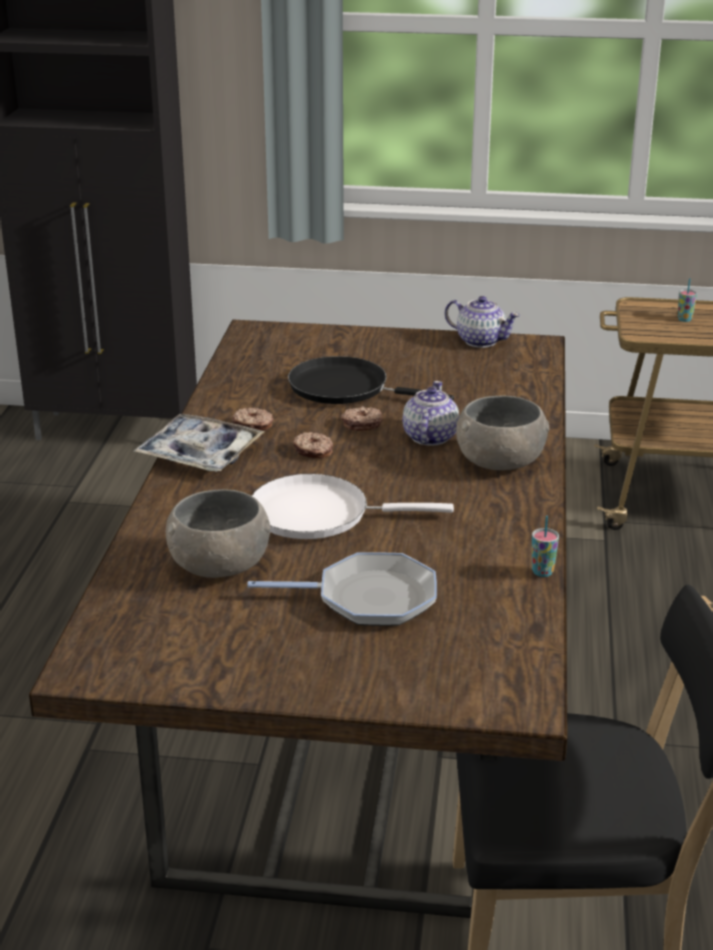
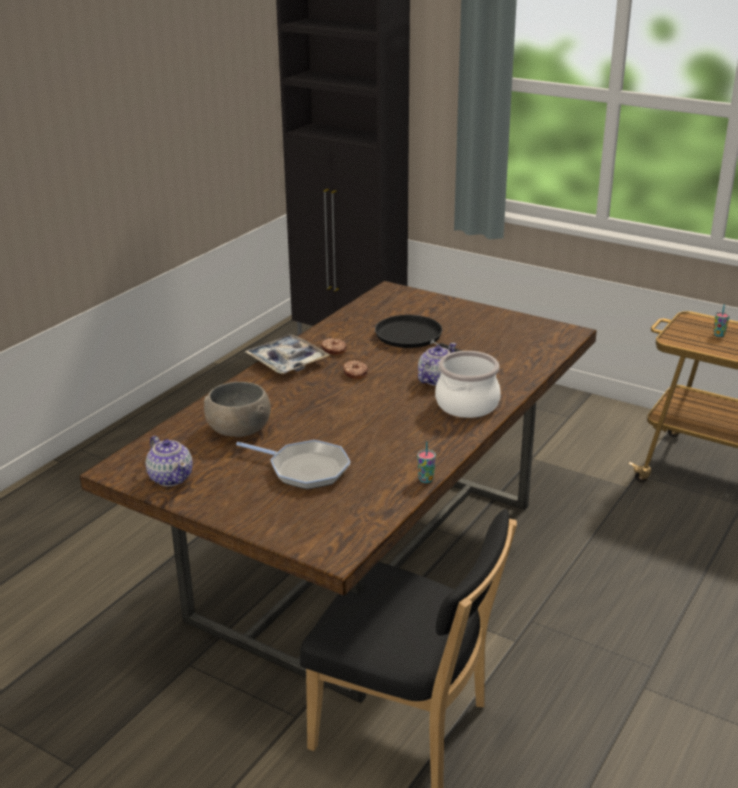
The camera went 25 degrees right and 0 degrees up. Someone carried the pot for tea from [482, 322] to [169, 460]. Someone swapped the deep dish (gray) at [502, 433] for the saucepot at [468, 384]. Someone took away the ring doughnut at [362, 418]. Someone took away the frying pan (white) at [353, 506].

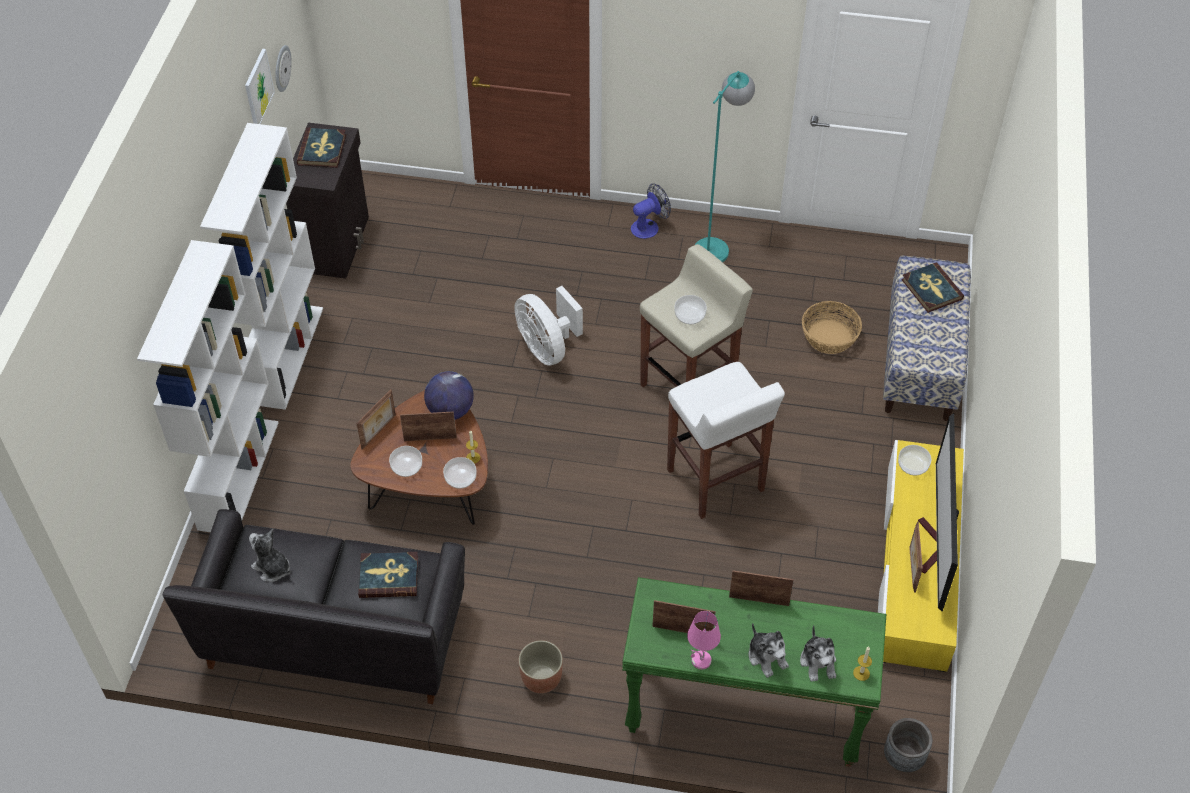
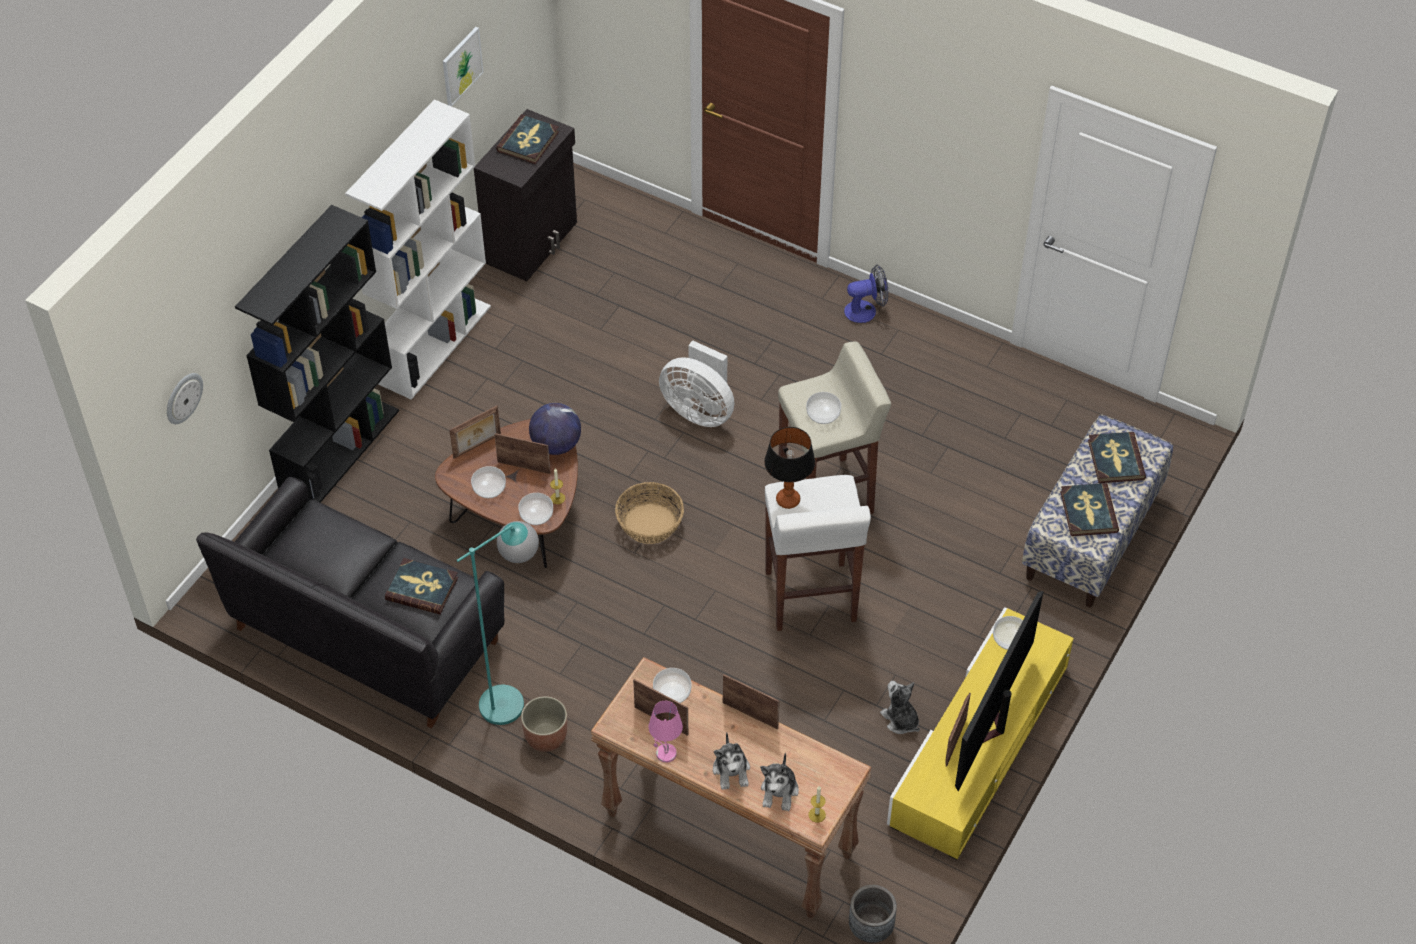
The camera went 20 degrees right and 0 degrees up. Someone carried the wall clock from [284, 68] to [185, 398]. Someone carried the standing lamp (blue-green) from [725, 166] to [497, 623]. Someone repainted the shelving unit (white) at [208, 386], which became the shelving unit (black-coloured) at [317, 354]. Someone rotated the cooling fan (white) at [548, 326] by 45 degrees counterclockwise. Someone carried the household basket from [832, 327] to [649, 513]. Someone carried the cuddly toy from [270, 555] to [900, 707]. Someone repainted the hall table (green-coloured) at [754, 672], which became the hall table (brownish) at [731, 788]. Someone put down the lamp for a table at [789, 468]. Someone put down the volume at [1089, 509]. Someone put down the deep dish at [672, 685].

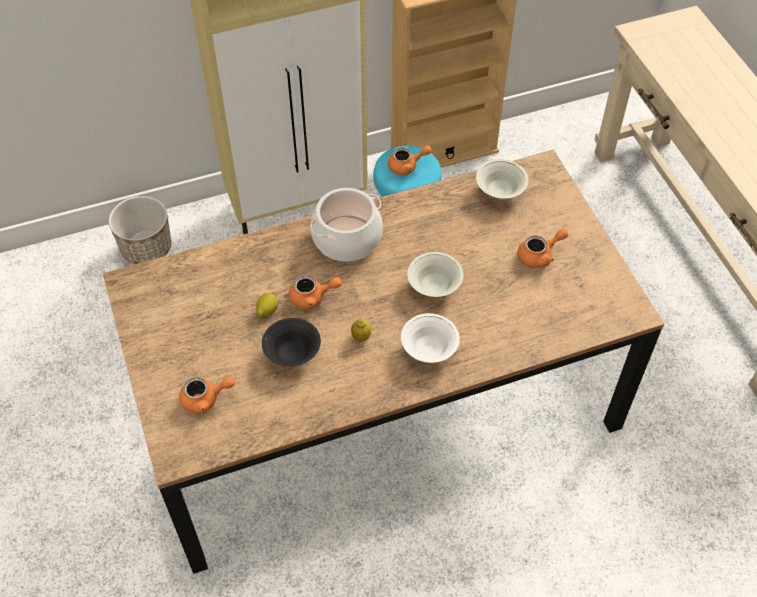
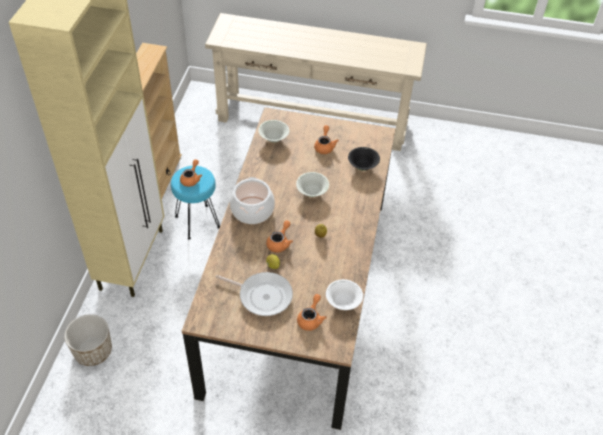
The camera went 60 degrees left and 5 degrees down. Someone carried the deep dish (white) from [430, 338] to [344, 294]. Someone carried the deep dish (black-coloured) from [291, 342] to [364, 159]. Someone put down the frying pan at [254, 294].

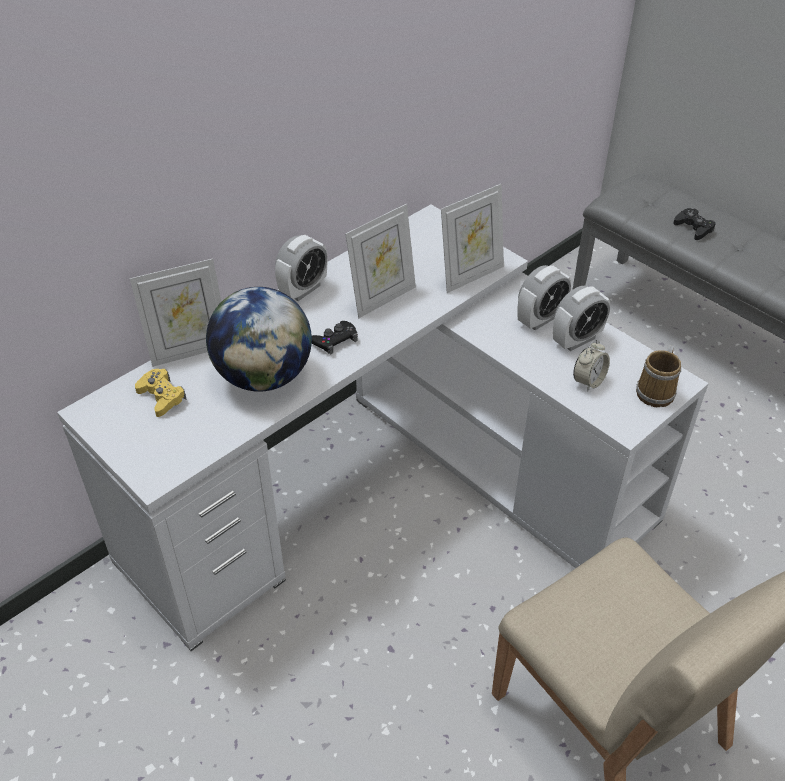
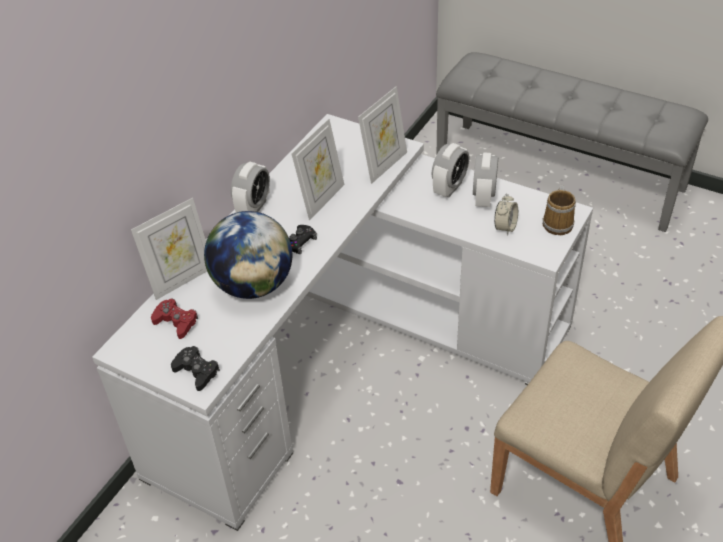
The camera went 15 degrees left and 0 degrees up. Someone carried the joypad (black-coloured) from [695, 224] to [195, 368]. Someone rotated the alarm clock at [581, 318] by 150 degrees clockwise. Someone repainted the joypad (yellow-coloured) at [161, 393], which became the joypad (red) at [174, 319].

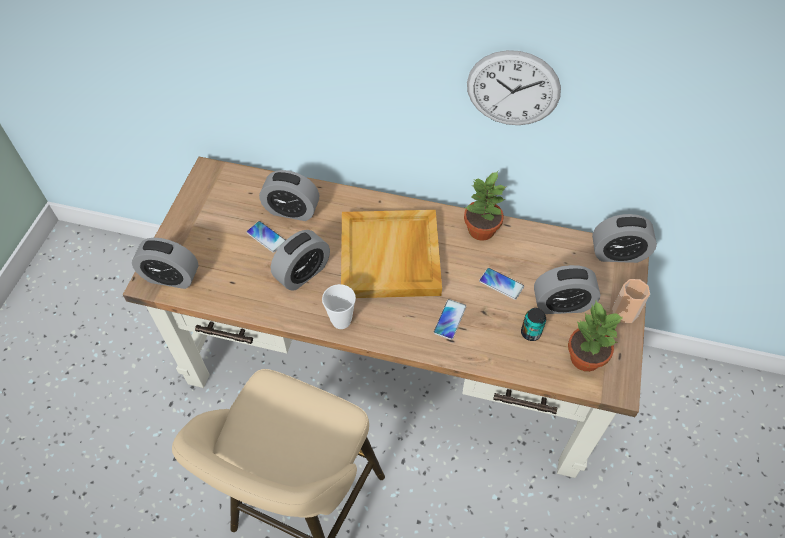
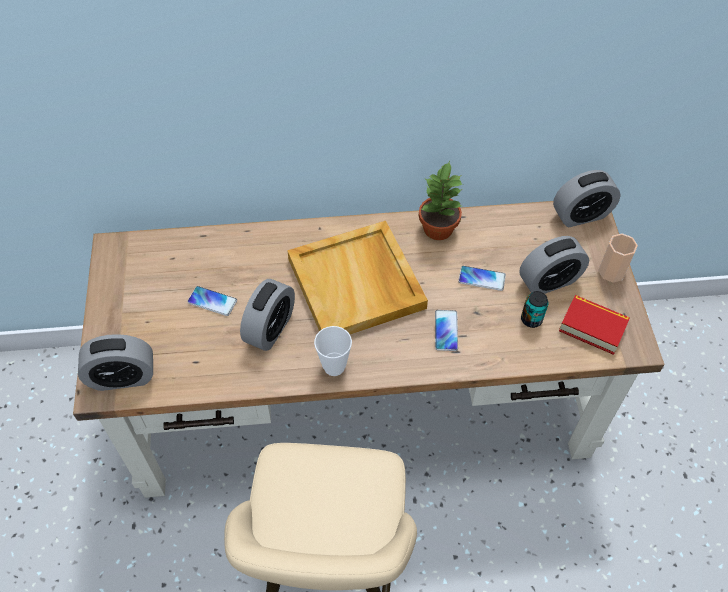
The camera went 20 degrees left and 0 degrees up. Someone took away the wall clock at [514, 87]. Someone took away the alarm clock at [289, 195]. Someone swapped the plant in a pot at [595, 336] for the volume at [594, 325].

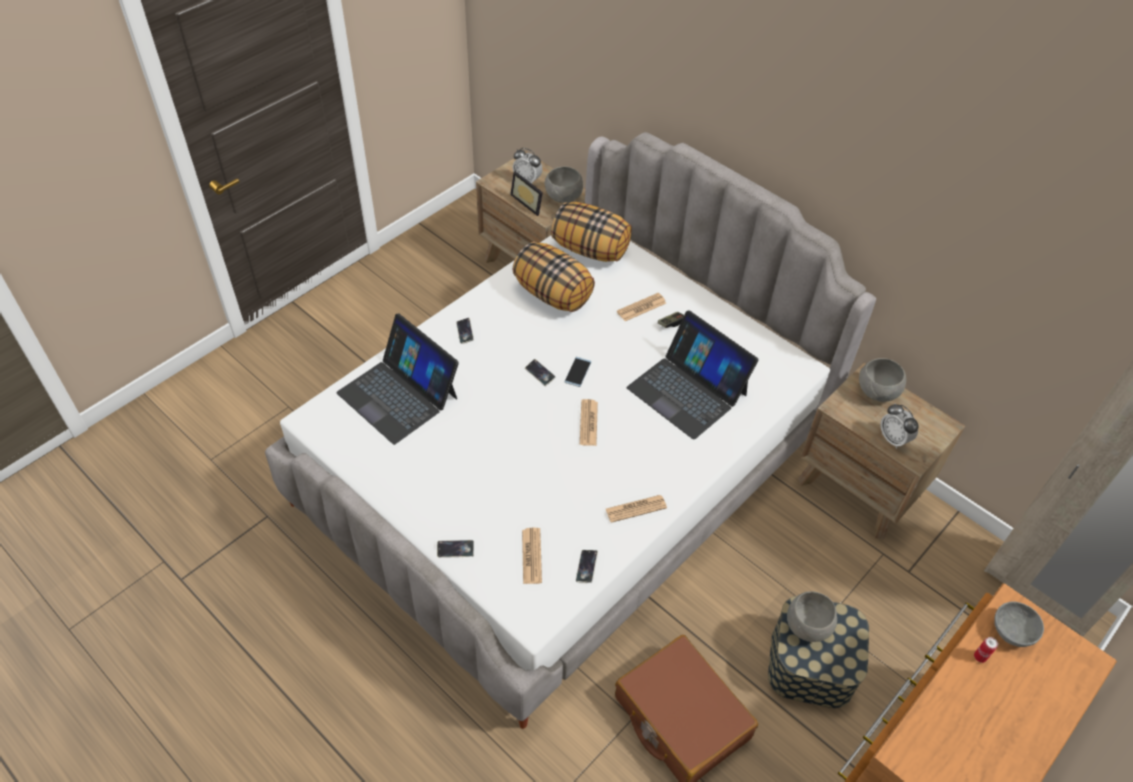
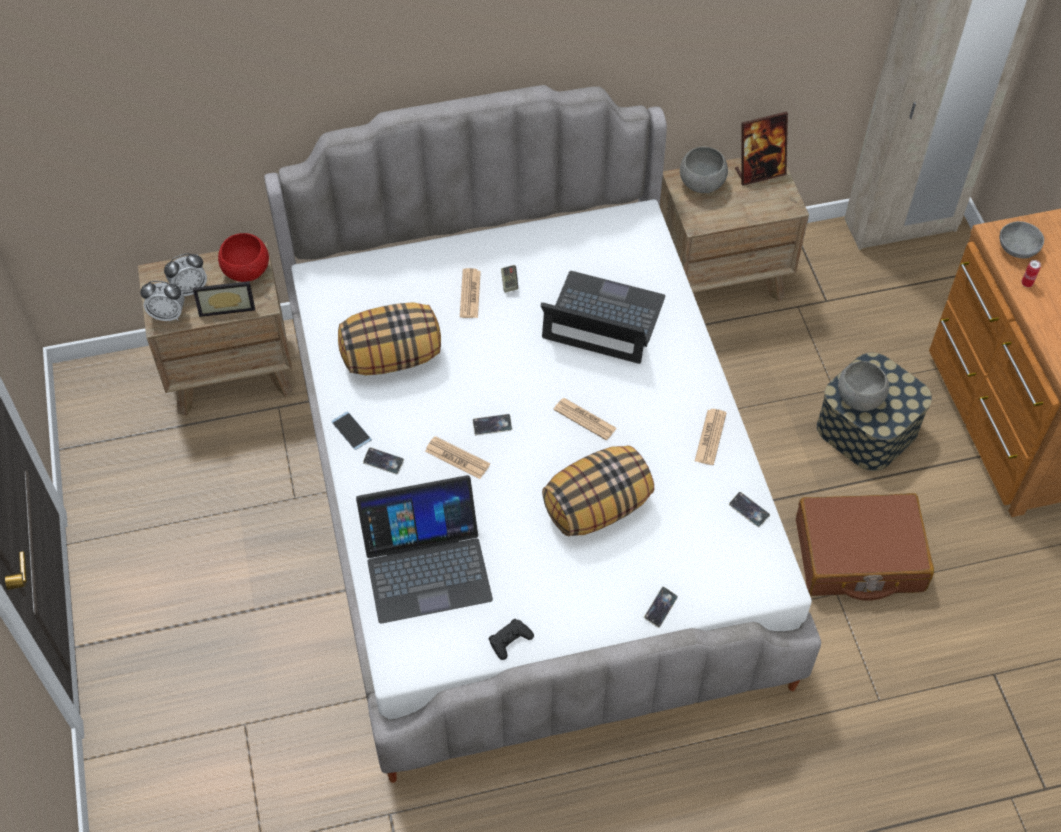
The camera went 55 degrees left and 5 degrees up. Someone repainted the deep dish (gray) at [563, 184], which became the deep dish (red) at [243, 257]. Someone carried the throw pillow from [591, 232] to [598, 490]. Someone rotated the notebook computer at [693, 375] by 150 degrees counterclockwise. Someone carried the telephone from [577, 372] to [351, 431]. Someone carried the alarm clock from [899, 426] to [162, 301]. Someone carried the printed paper from [532, 556] to [457, 457]. Someone put down the photo frame at [761, 149]. Someone put down the joypad (black-coloured) at [511, 639].

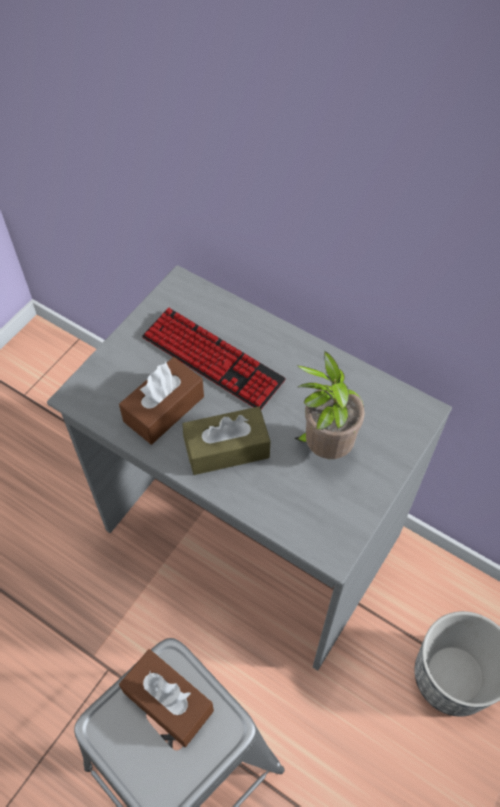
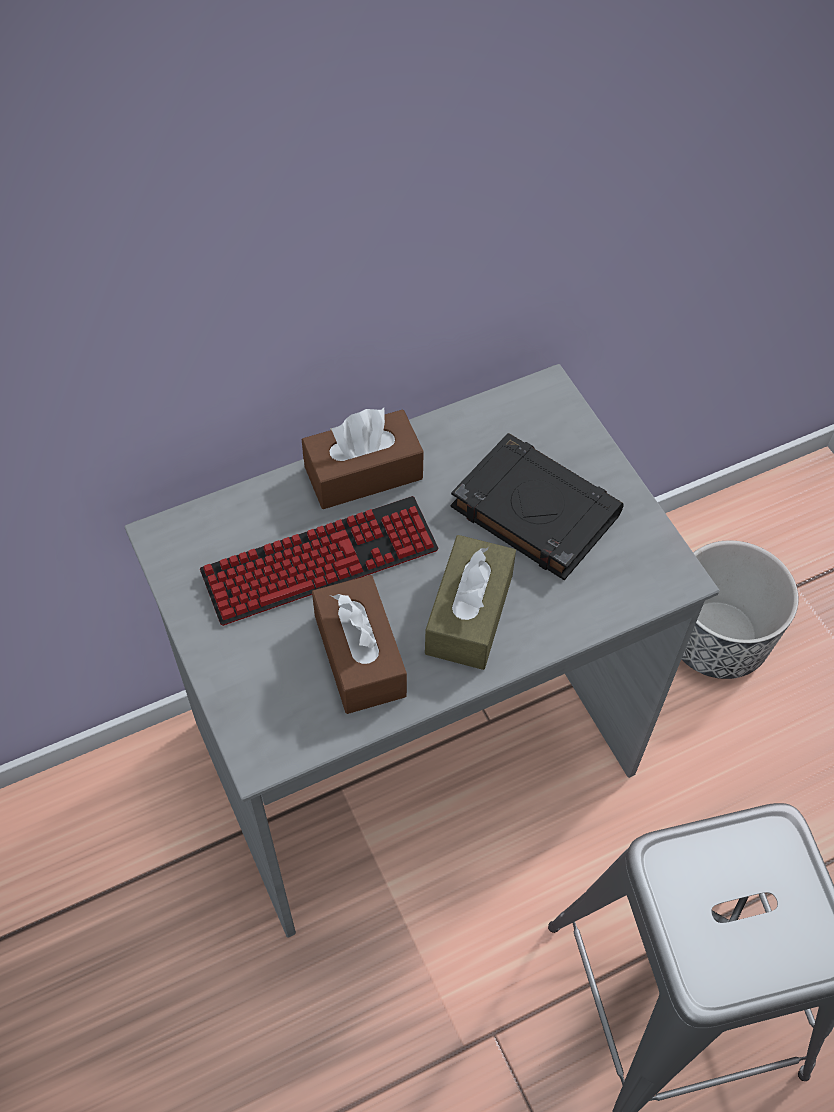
The camera went 60 degrees left and 0 degrees up. Someone swapped the plant in a pot at [330, 405] for the volume (black-coloured) at [537, 506]. Someone carried the box of tissues (brownish) from [166, 698] to [363, 458].

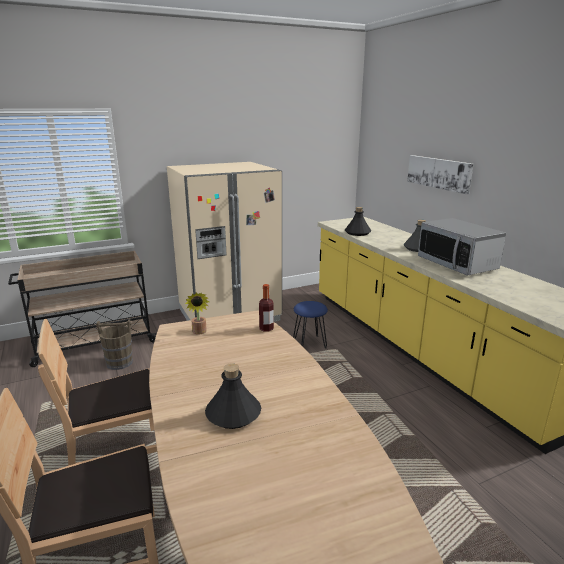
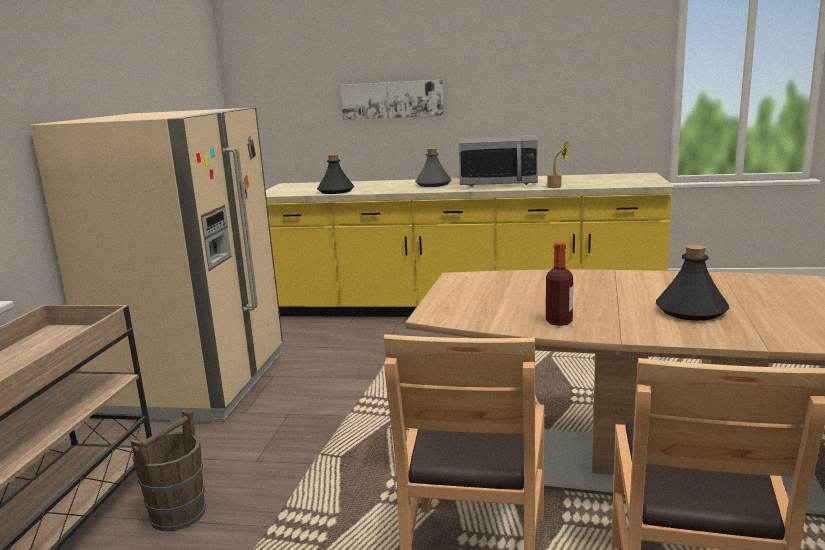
The camera went 55 degrees left and 5 degrees down. Someone carried the drink bottle from [266, 308] to [559, 284]. Someone carried the plant in a pot from [197, 313] to [558, 164]. Someone took away the sitting stool (bluish) at [310, 324].

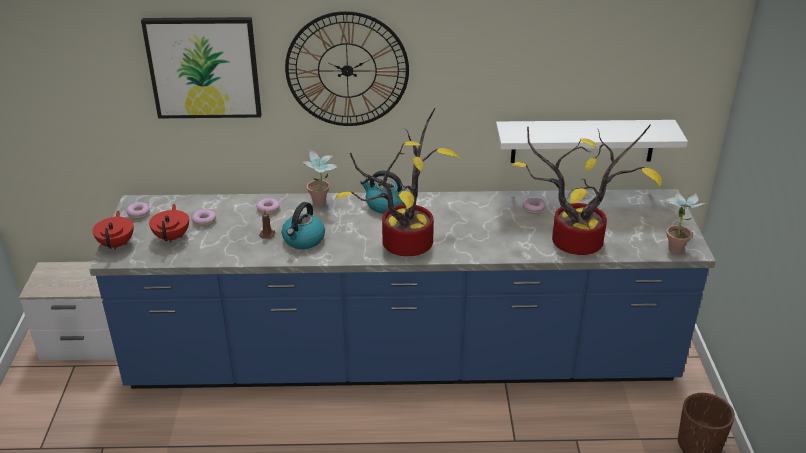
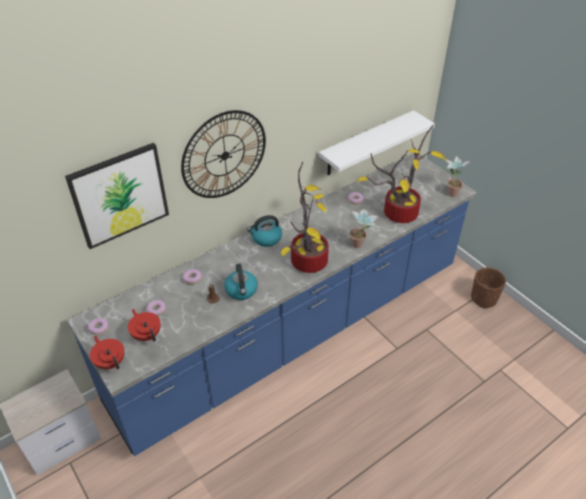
The camera went 35 degrees left and 10 degrees up. Someone carried the plant in a pot from [320, 177] to [364, 228].

